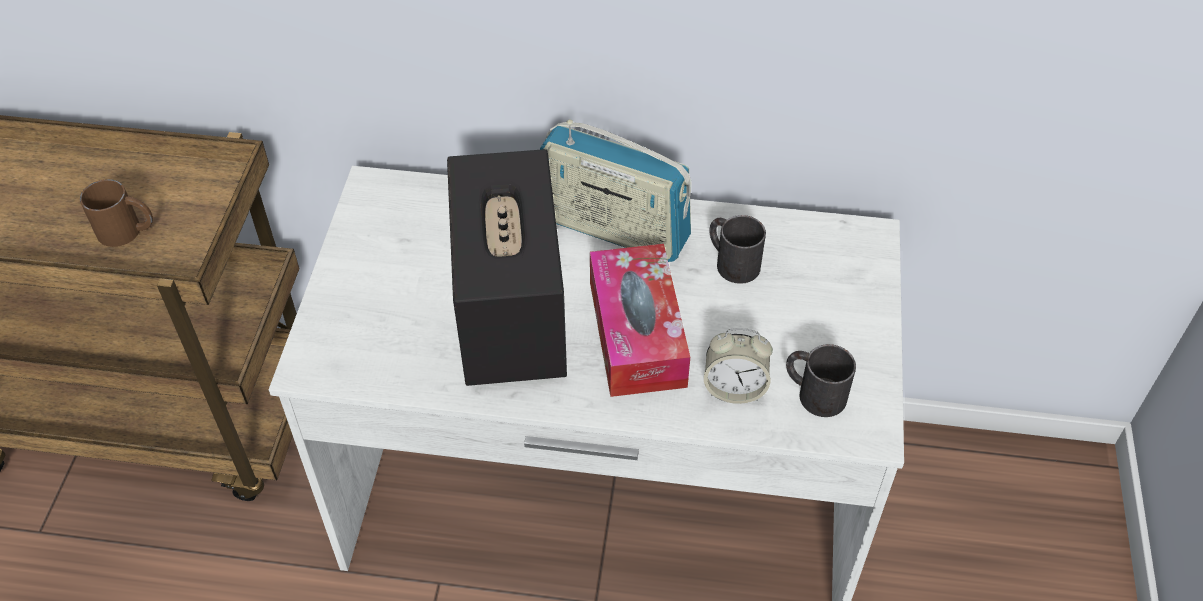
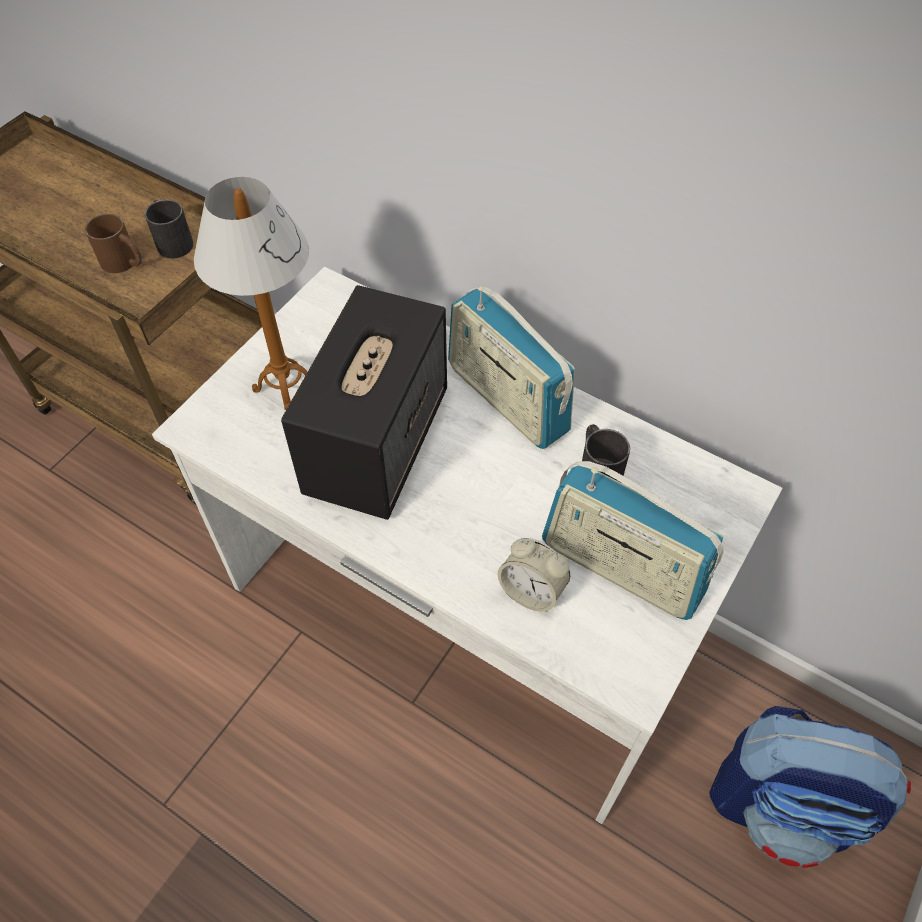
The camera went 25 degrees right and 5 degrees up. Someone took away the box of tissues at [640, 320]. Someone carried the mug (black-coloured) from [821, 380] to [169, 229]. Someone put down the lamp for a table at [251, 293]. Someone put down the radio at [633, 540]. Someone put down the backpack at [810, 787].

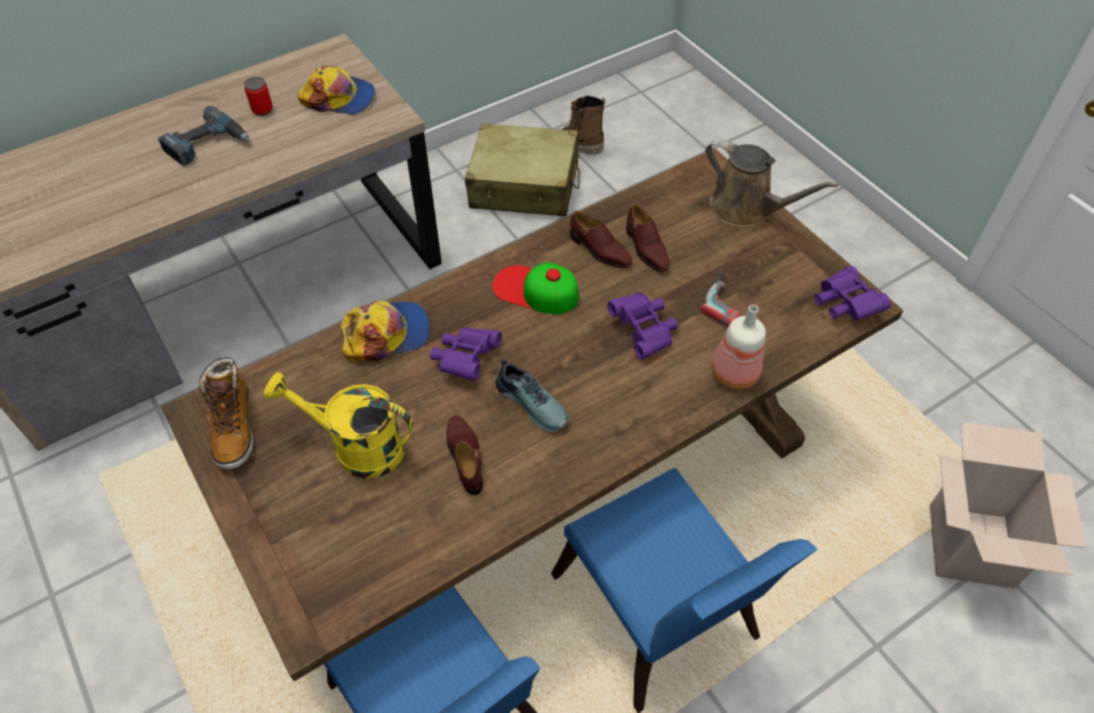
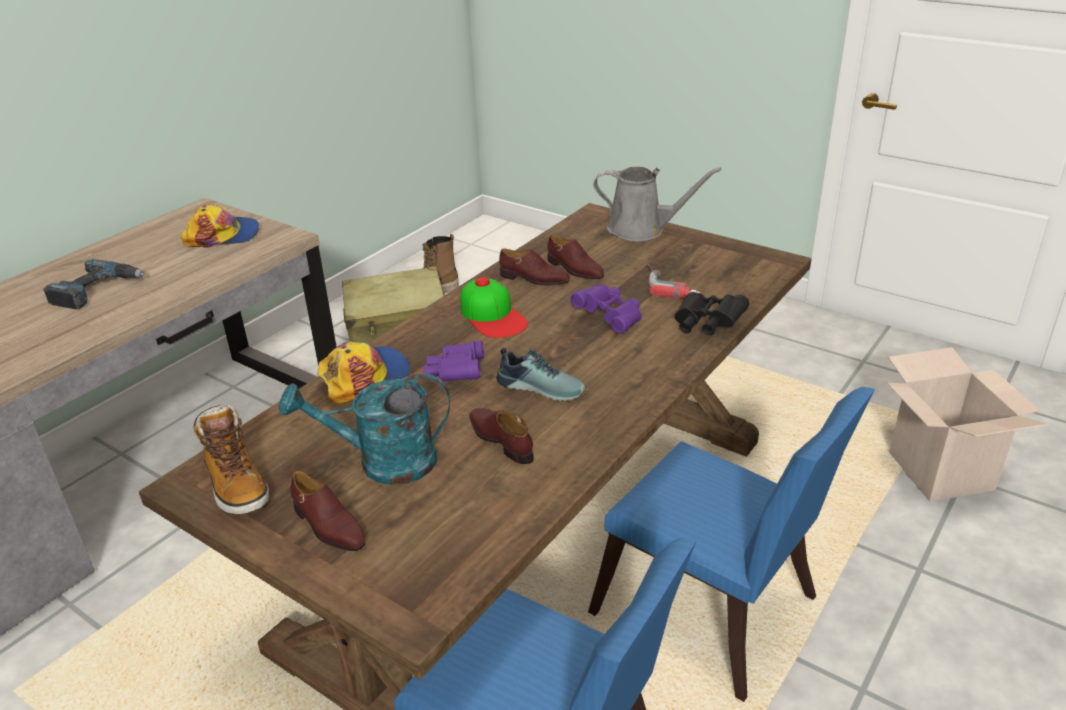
The camera went 20 degrees left and 20 degrees down. Someone took away the can at [258, 96]. Someone repainted the watering pot (brownish) at [772, 182], which became the watering pot (gray) at [657, 204]. Someone rotated the peaked cap at [535, 288] by 120 degrees counterclockwise. Someone took away the field glasses (purple-coloured) at [853, 293]. Someone swapped the drink bottle at [738, 347] for the field glasses (black-coloured) at [711, 313]. Someone repainted the watering pot (yellow-coloured) at [339, 425], which became the watering pot (blue-green) at [364, 429]. Someone put down the item of footwear (brownish) at [328, 511].

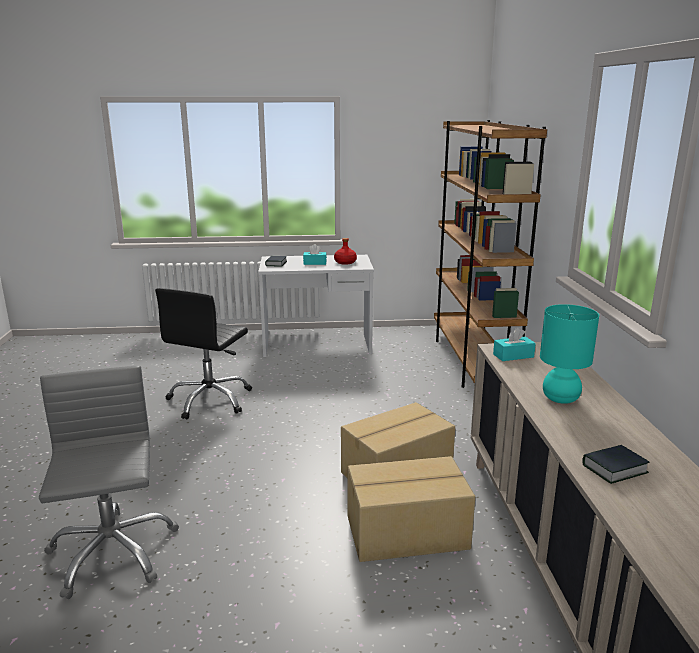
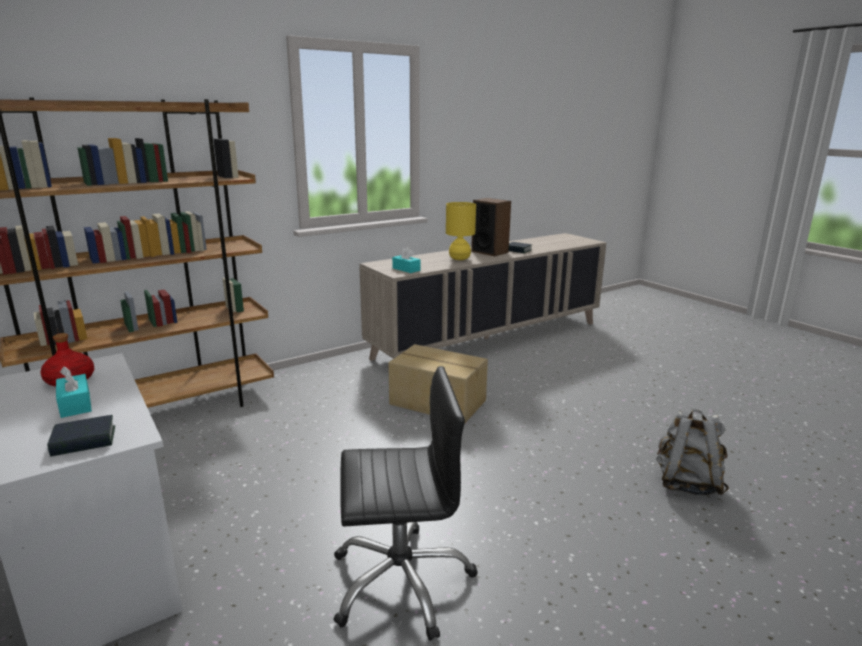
The camera went 120 degrees left and 0 degrees up. Someone repainted the lamp for a table (blue-green) at [569, 354], which became the lamp for a table (yellow-coloured) at [461, 231]. Someone swapped the office chair (gray) at [109, 482] for the backpack (gray) at [692, 452]. Someone took away the packing box at [411, 509]. Someone put down the audio speaker at [491, 227].

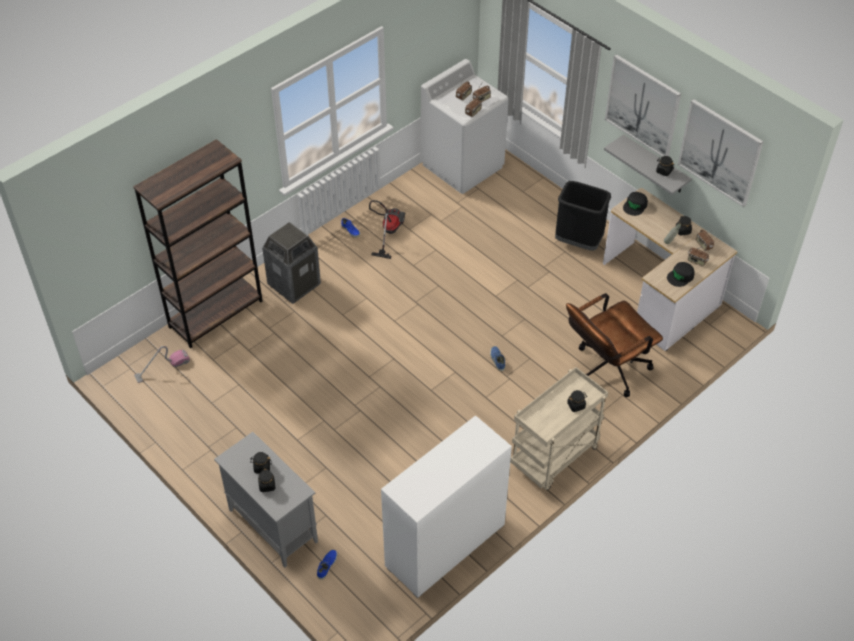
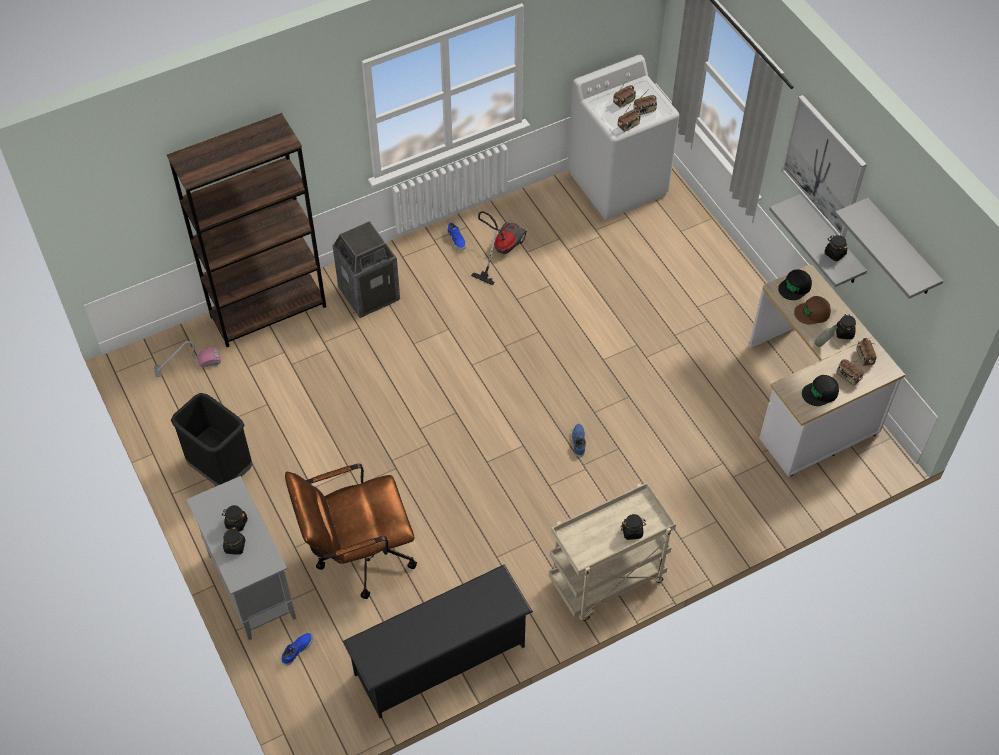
The camera went 15 degrees right and 5 degrees up. Someone swapped the wall picture at [721, 153] for the shelf (gray) at [889, 248]. Someone carried the trash can (black-coloured) from [583, 216] to [211, 439]. Someone carried the office chair (brownish) from [614, 345] to [351, 531]. Someone swapped the dresser (white) at [446, 506] for the shoe shelf (black-coloured) at [438, 641]. Someone put down the peaked cap (brownish) at [812, 310].

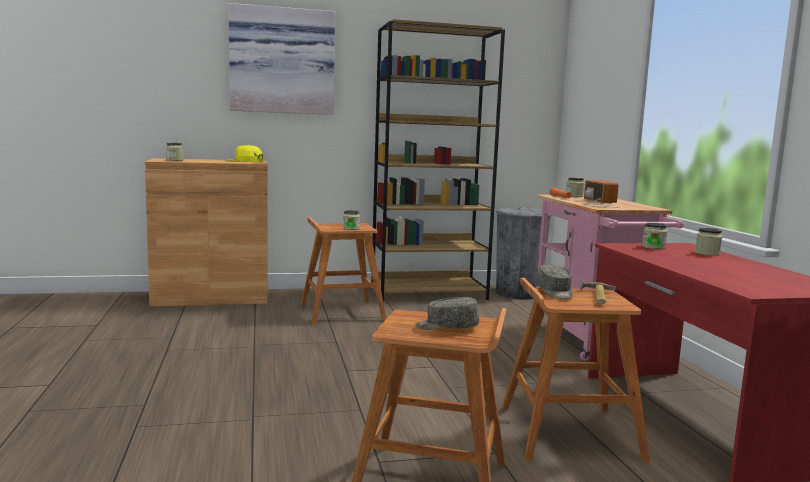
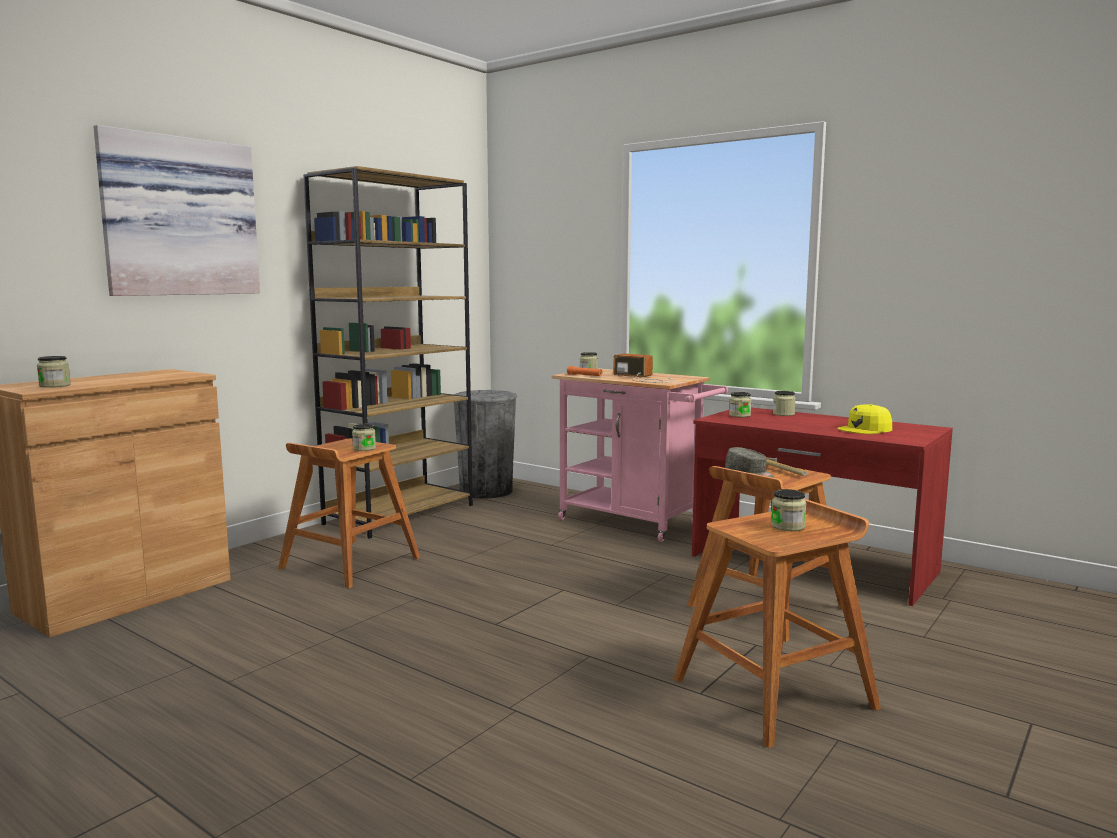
The camera went 40 degrees left and 0 degrees up. Someone carried the peaked cap (yellow-coloured) from [244, 153] to [864, 419]. Someone swapped the peaked cap (gray) at [447, 313] for the storage jar at [788, 510].

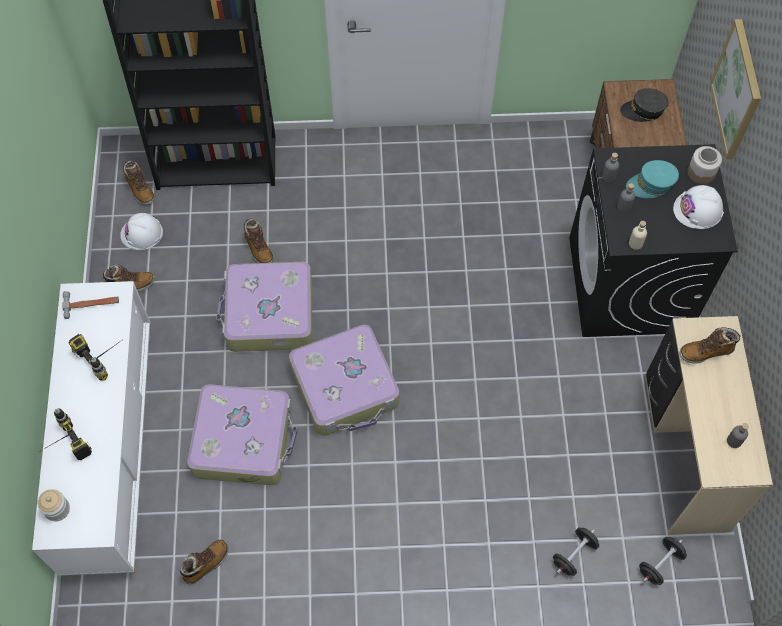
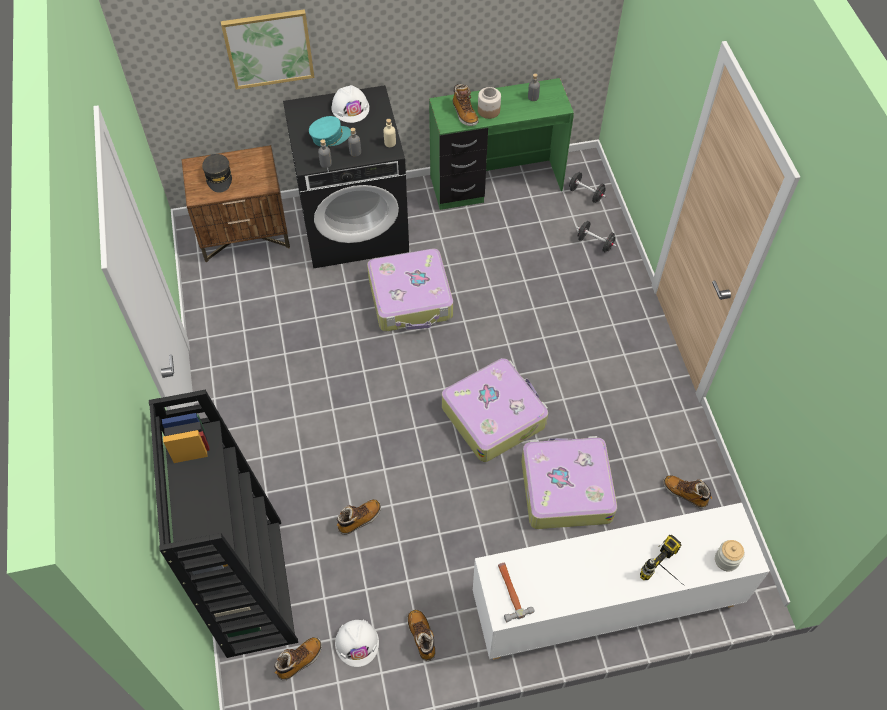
The camera went 100 degrees left and 5 degrees down. Someone carried the storage jar from [704, 165] to [489, 103]. Someone rotated the peaked cap (blue-green) at [652, 179] by 90 degrees counterclockwise. Someone carried the suitcase from [264, 307] to [410, 289]. Someone repainted the desk (beige-coloured) at [709, 425], which became the desk (green-coloured) at [501, 144]. Someone took away the power drill at [97, 357].

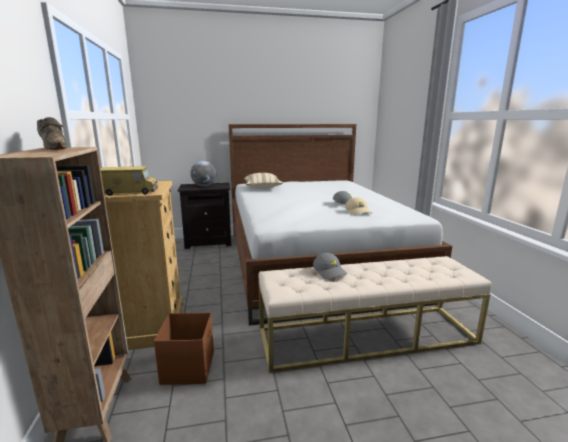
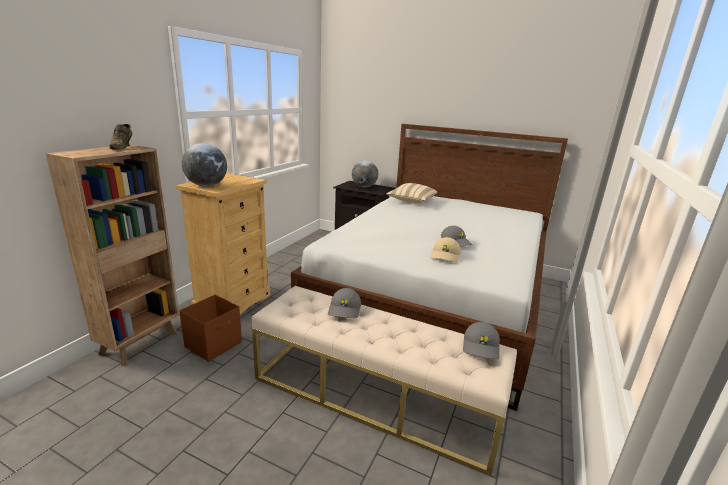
The camera went 35 degrees right and 5 degrees up. Someone swapped the toy truck at [129, 181] for the world globe at [204, 165]. Someone put down the peaked cap (gray) at [481, 340].

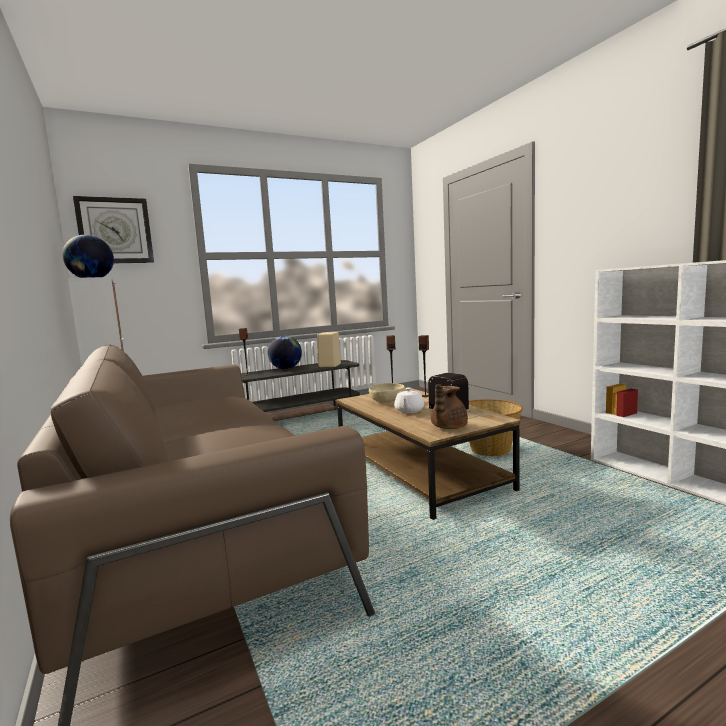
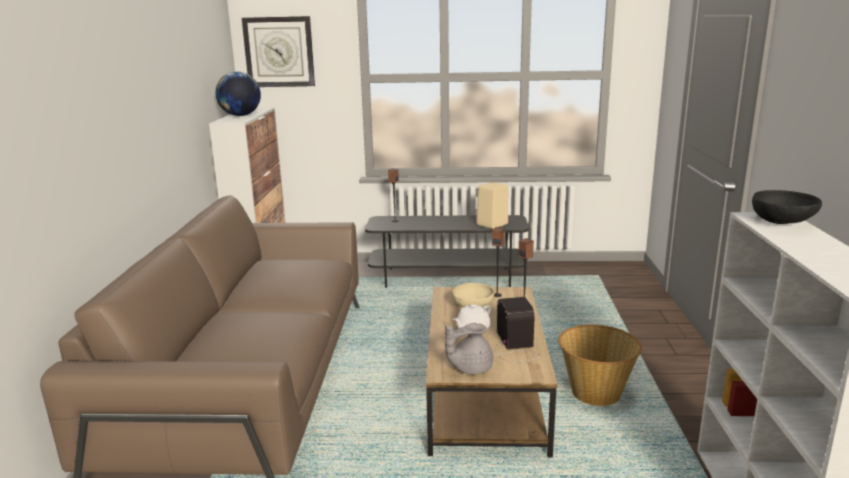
The camera went 30 degrees right and 10 degrees up. Someone took away the world globe at [285, 352]. Someone repainted the pot for tea (brownish) at [449, 406], which became the pot for tea (gray) at [469, 348]. Someone put down the deep dish (black-coloured) at [787, 207].

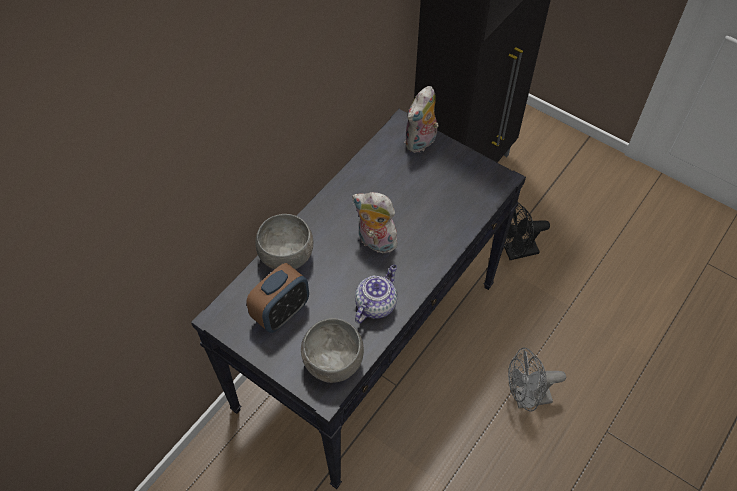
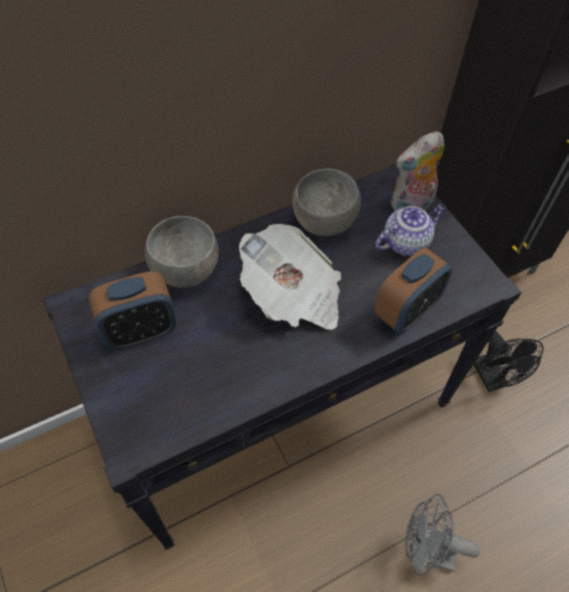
The camera went 25 degrees right and 0 degrees up. Someone swapped the cuddly toy at [375, 222] for the printed paper at [290, 277]. Someone rotated the cooling fan (black-coloured) at [527, 231] by 120 degrees counterclockwise. Someone carried the pot for tea from [376, 294] to [411, 230]. Someone carried the deep dish (gray) from [332, 350] to [327, 202]. Someone put down the alarm clock at [413, 290].

